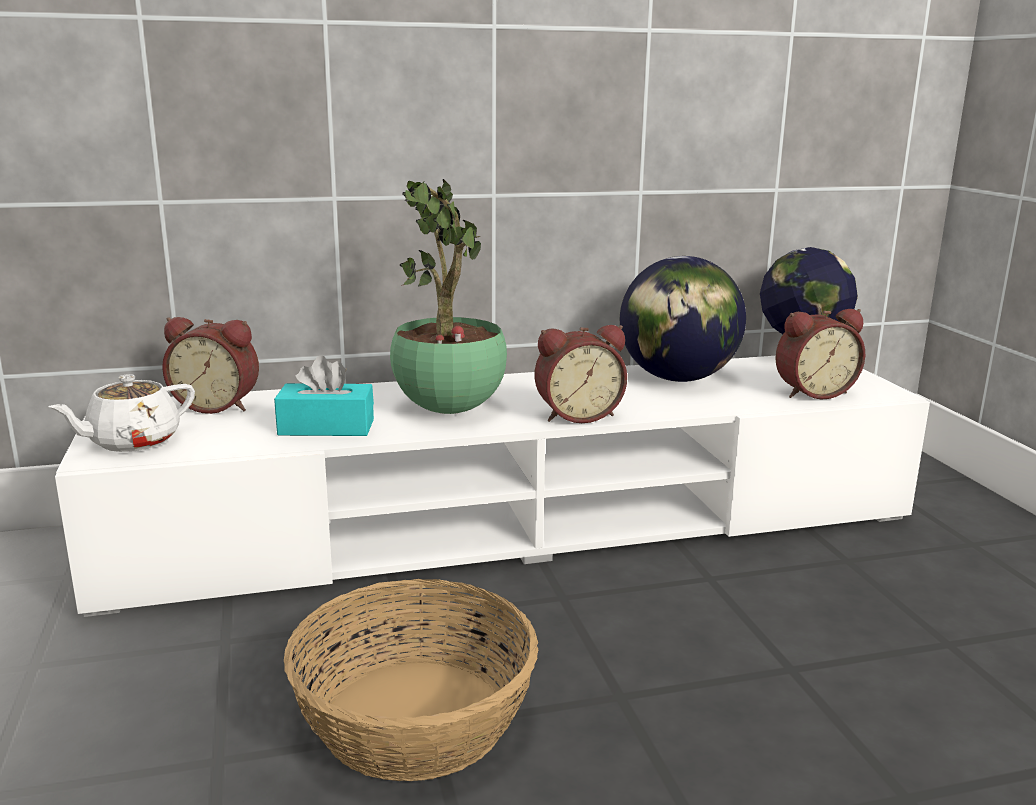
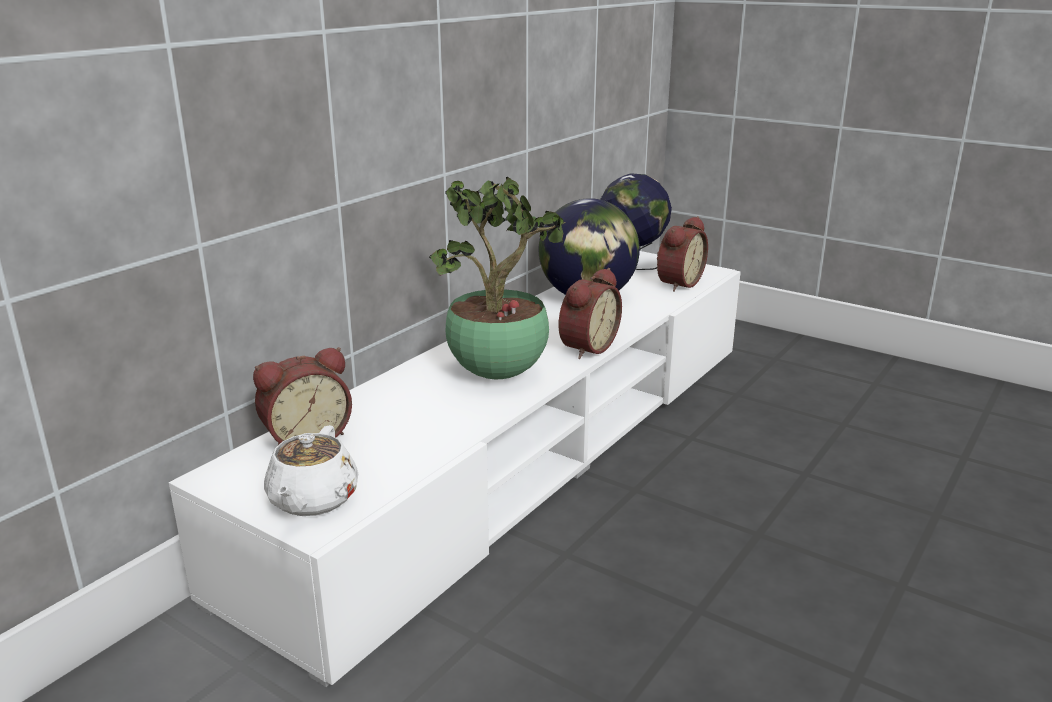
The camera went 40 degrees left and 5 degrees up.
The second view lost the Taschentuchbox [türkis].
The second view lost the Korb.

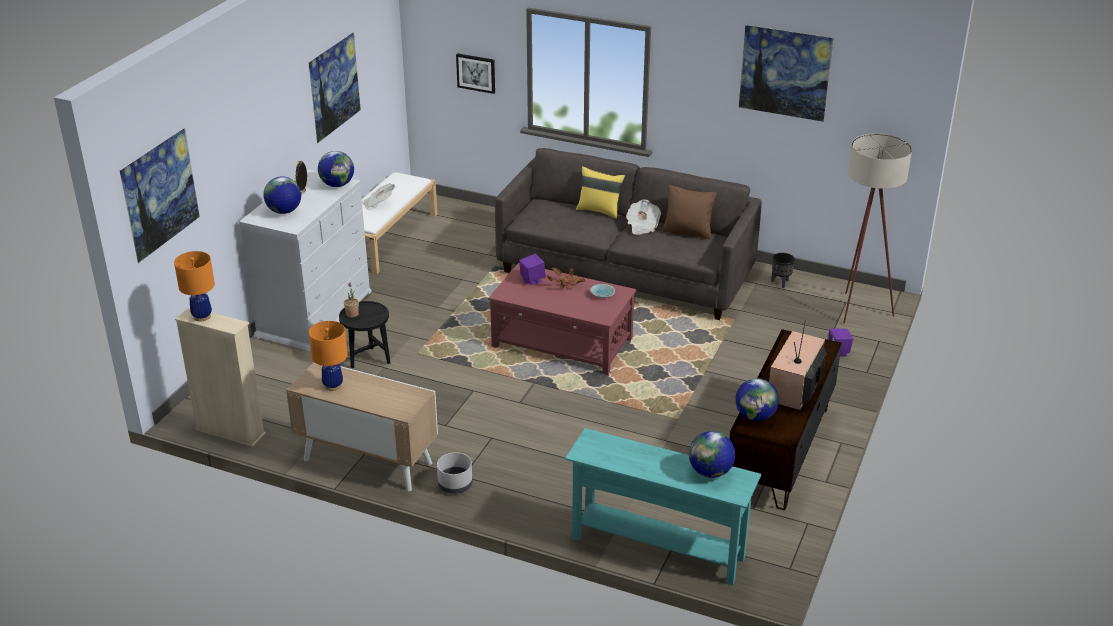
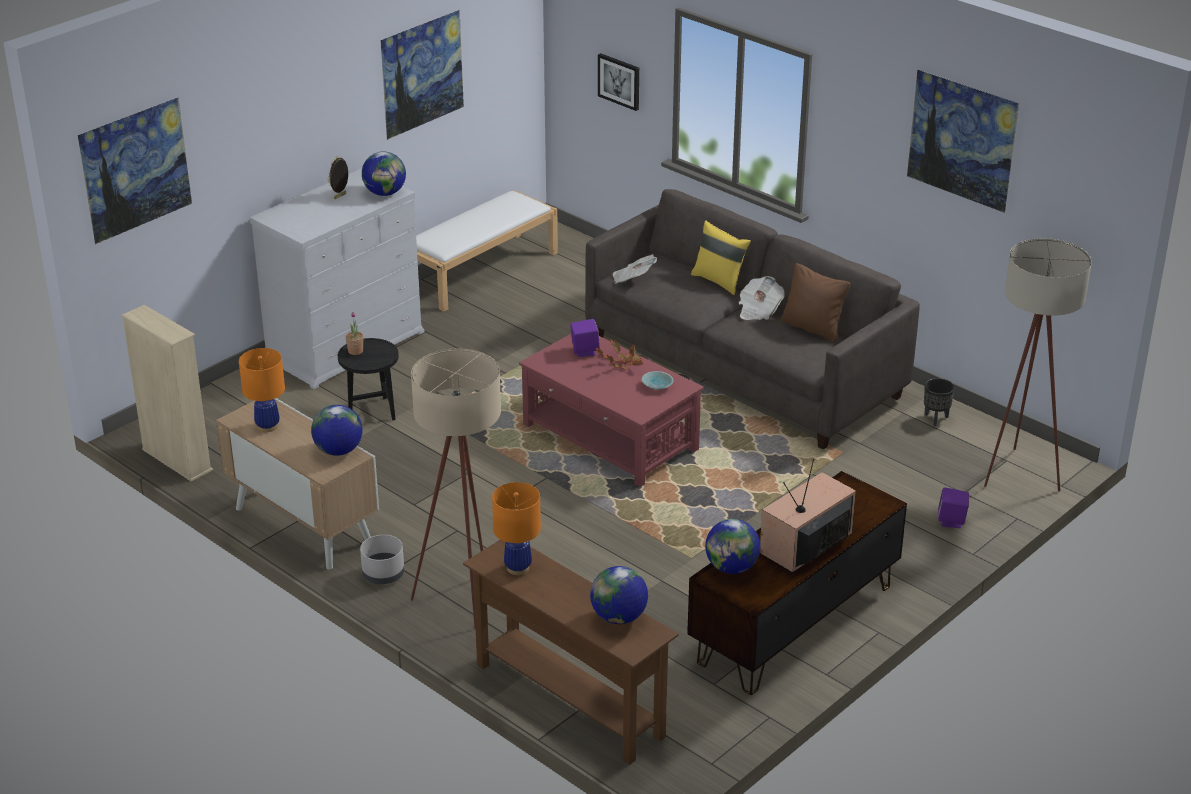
The camera went 20 degrees right and 0 degrees up.
The second view gained the Stehlampe [beige] (no. 1 from left).
The Tischlampe [orange] (no. 1 from left in the first image) ended up elsewhere.
The Globus (no. 1 from left) ended up elsewhere.
The Zeitung (no. 1 from left) ended up elsewhere.
What was the Konsolentisch [türkis] turned into the Konsolentisch [braun].

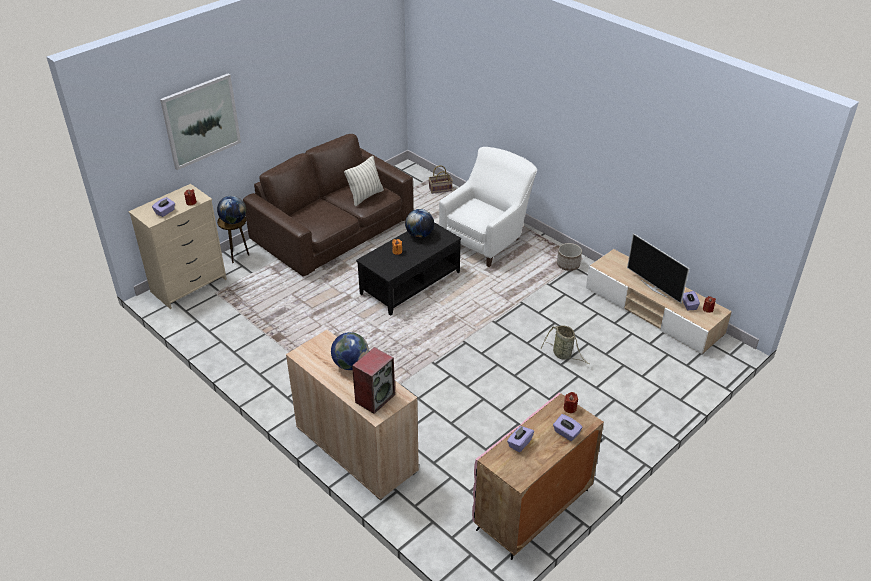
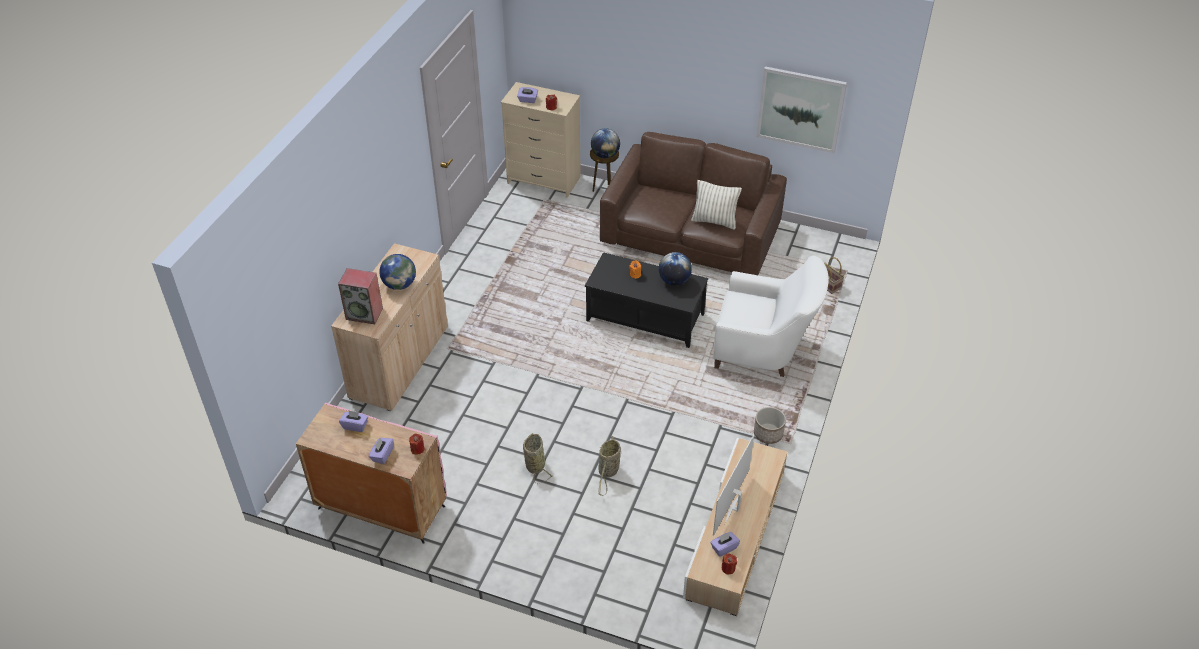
The camera went 65 degrees right and 5 degrees up.
The second view gained the Korb (no. 1 from left).
The Bild ended up elsewhere.

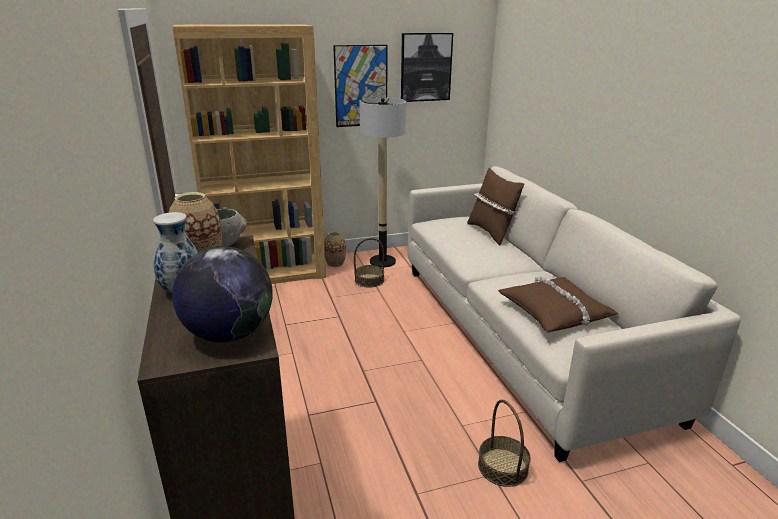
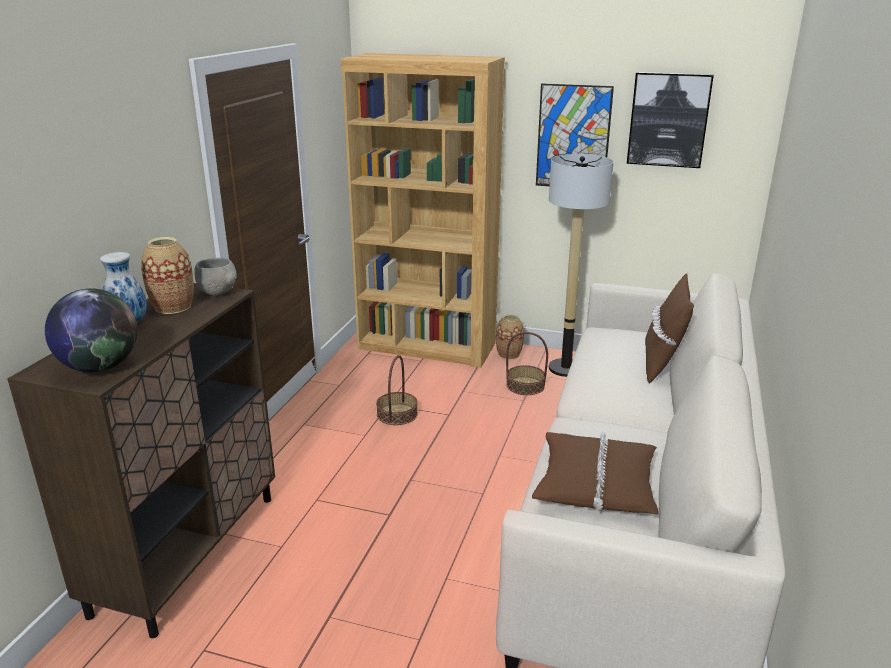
The camera went 35 degrees right and 0 degrees up.
The Korb (no. 2 from left in the first image) ended up elsewhere.

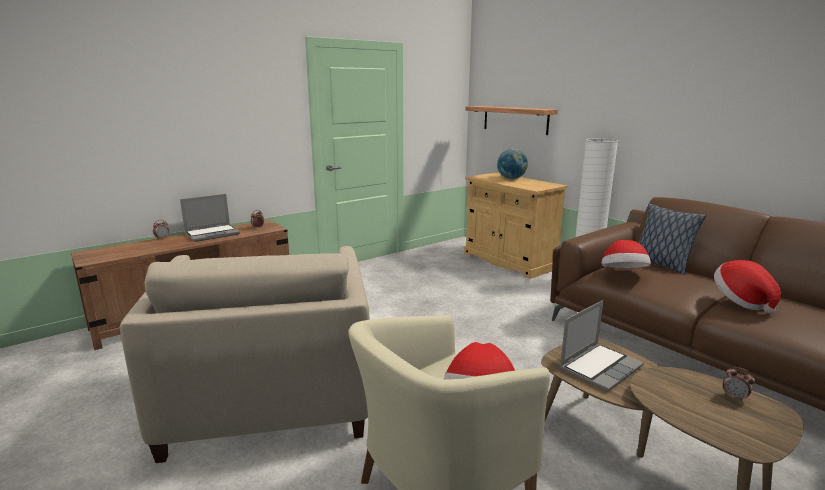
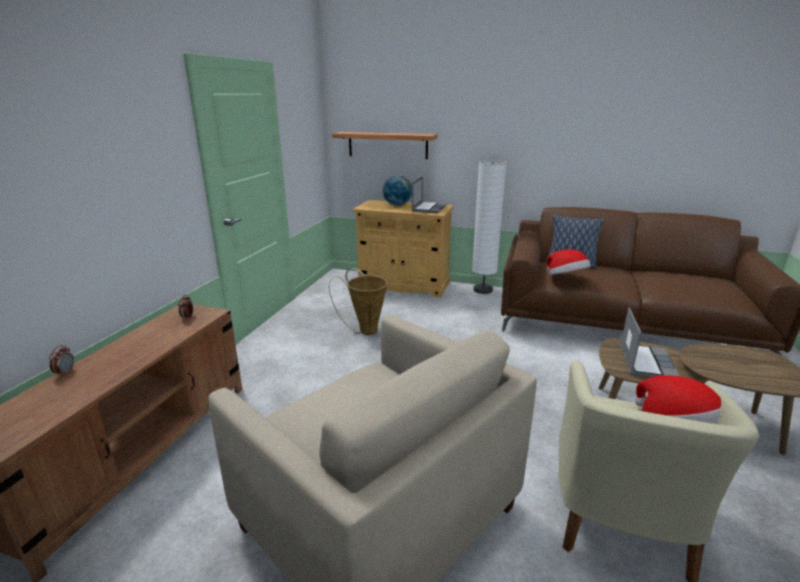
The camera went 35 degrees left and 5 degrees up.
The second view lost the Hut (no. 3 from left).
The second view lost the Wecker (no. 3 from left).
The second view gained the Korb.
The Laptop (no. 1 from left) ended up elsewhere.

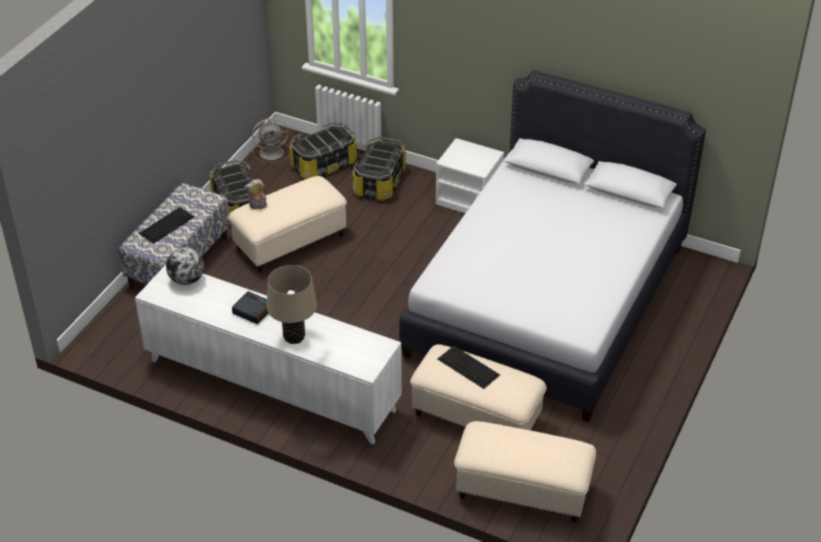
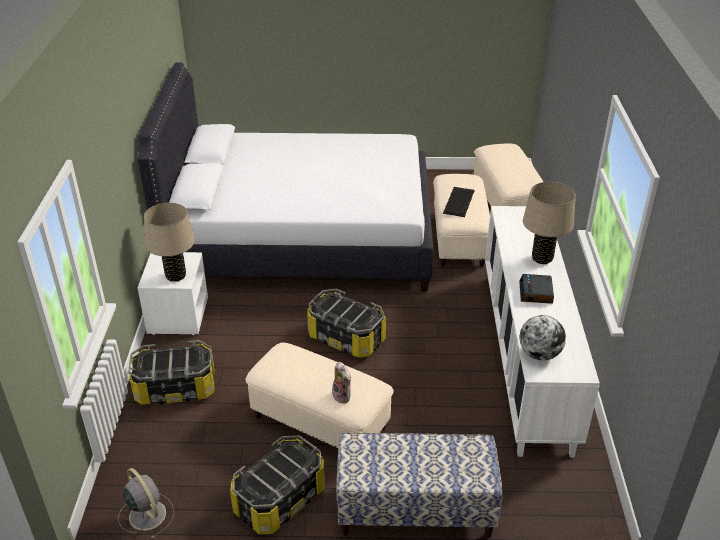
The camera went 115 degrees left and 5 degrees down.
The second view lost the Tastatur (no. 1 from left).
The second view gained the Tischlampe [beige] (no. 1 from left).
The Aufbewahrungsbox (no. 2 from left in the first image) ended up elsewhere.

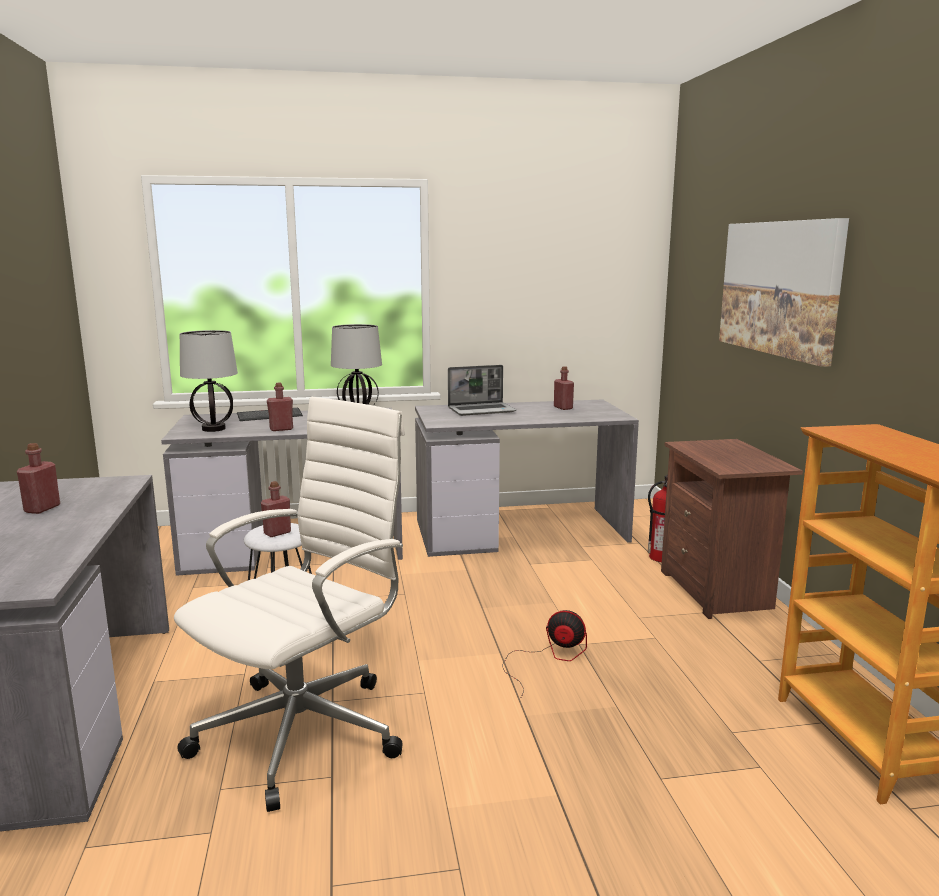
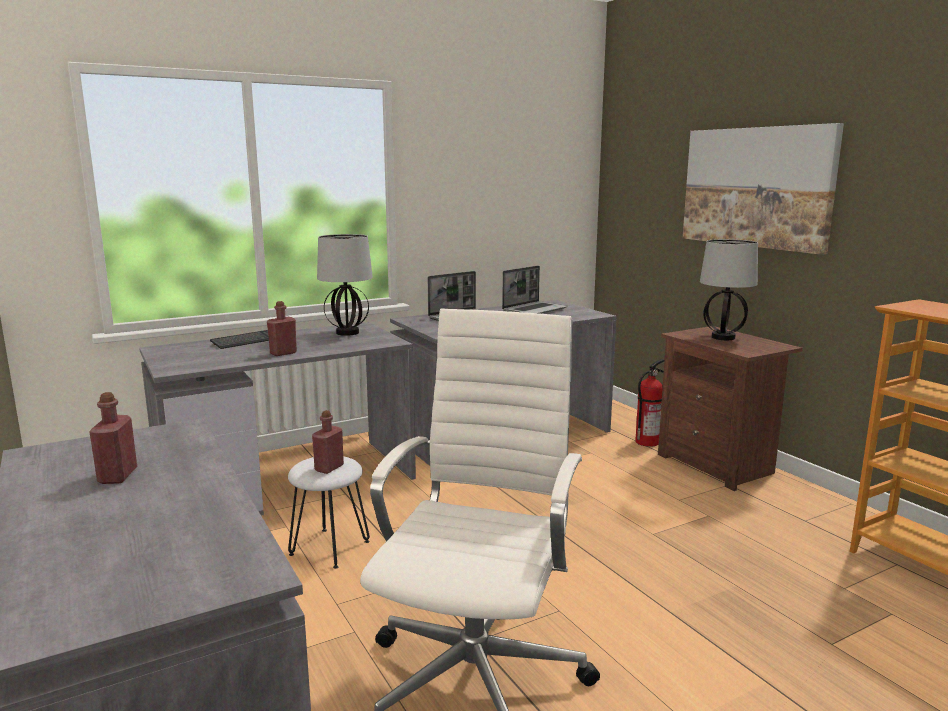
The camera went 20 degrees left and 0 degrees up.
The second view lost the Ventilator.
The Tischlampe (no. 1 from left in the first image) ended up elsewhere.
Where the Flasche [rot] (no. 4 from left) stood, the Laptop (no. 2 from left) came to stand.

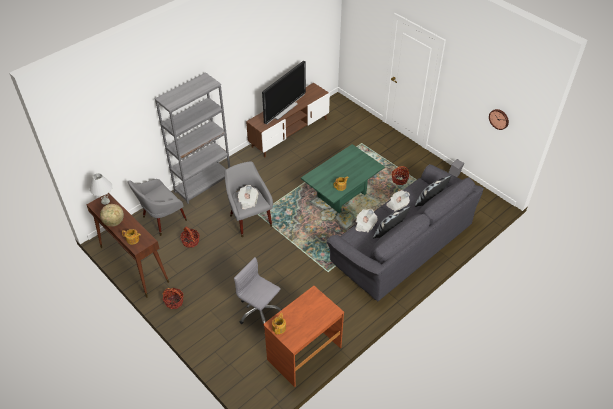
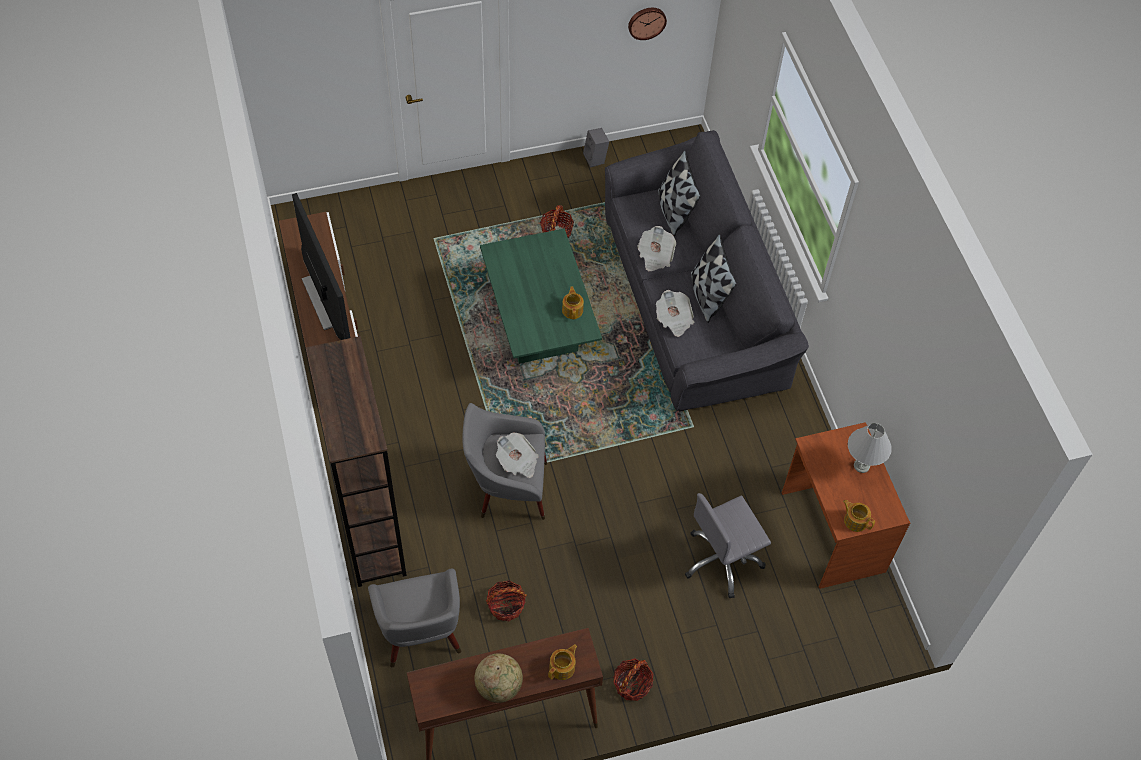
The camera went 65 degrees left and 10 degrees up.
The Tischlampe [weiß] ended up elsewhere.
What was the Bücherregal [grau] turned into the Bücherregal [braun].

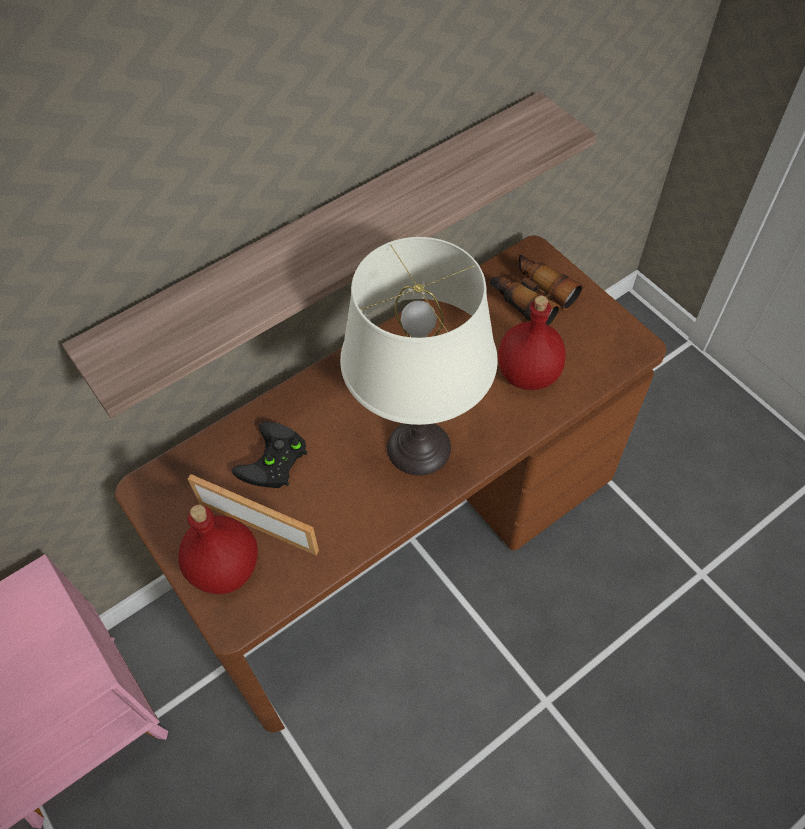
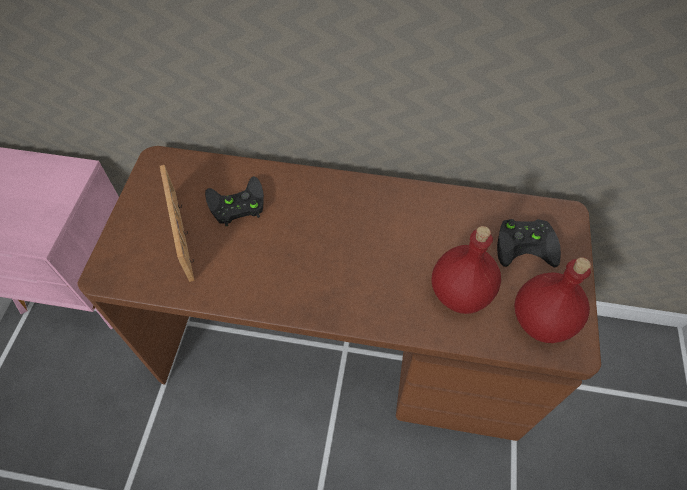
The camera went 45 degrees right and 0 degrees up.
The second view lost the Wandregal.
The second view lost the Tischlampe [weiß].
The Flasche [rot] (no. 1 from left in the first image) ended up elsewhere.
Where the Fernglas stood, the Gamepad [schwarz] (no. 2 from left) came to stand.

